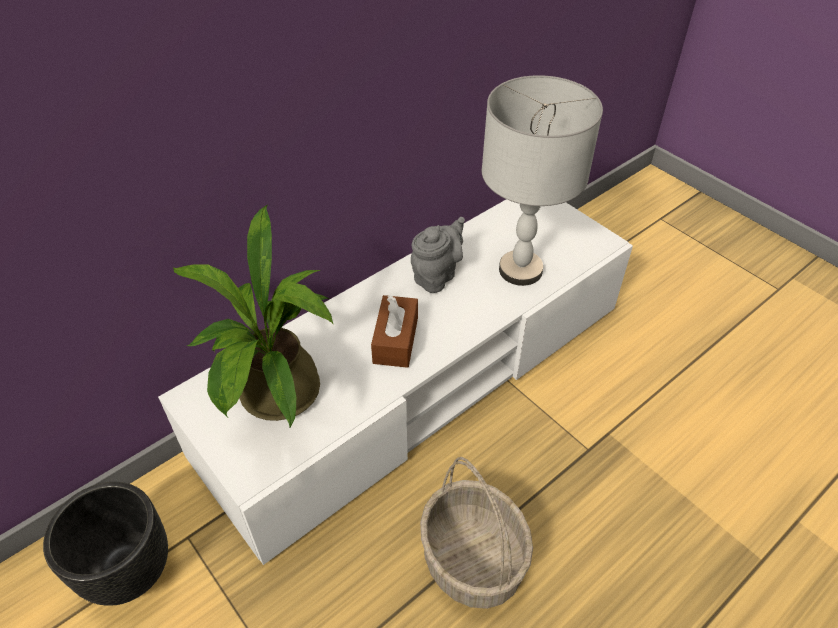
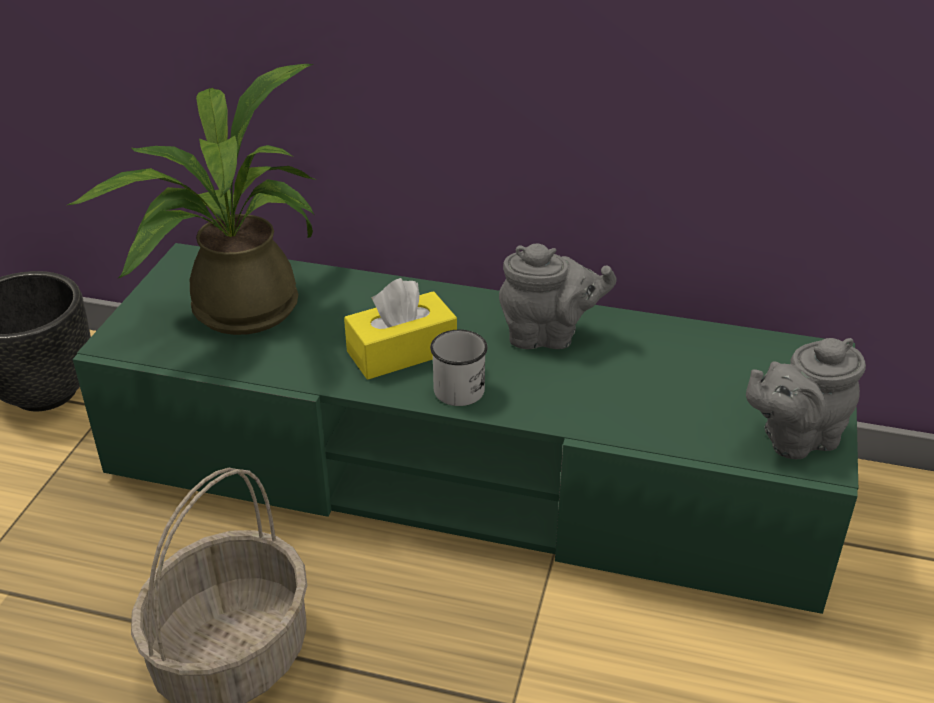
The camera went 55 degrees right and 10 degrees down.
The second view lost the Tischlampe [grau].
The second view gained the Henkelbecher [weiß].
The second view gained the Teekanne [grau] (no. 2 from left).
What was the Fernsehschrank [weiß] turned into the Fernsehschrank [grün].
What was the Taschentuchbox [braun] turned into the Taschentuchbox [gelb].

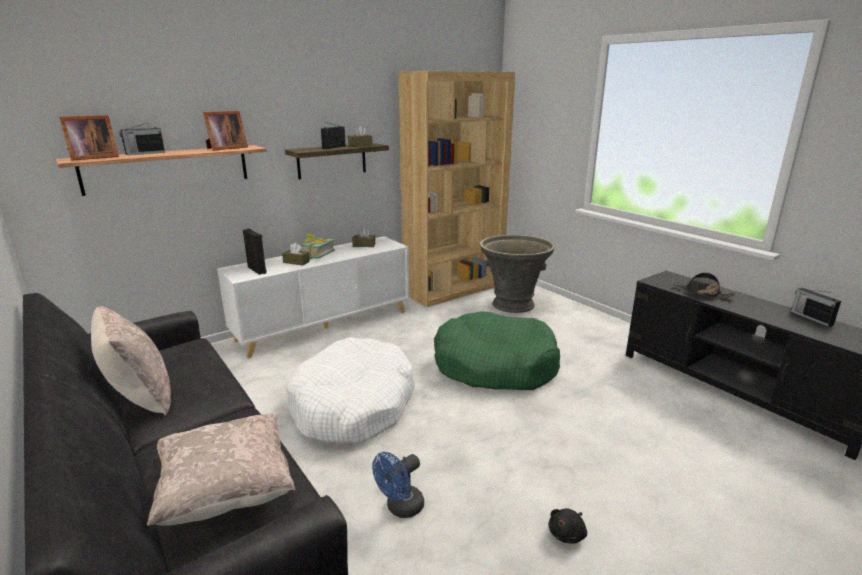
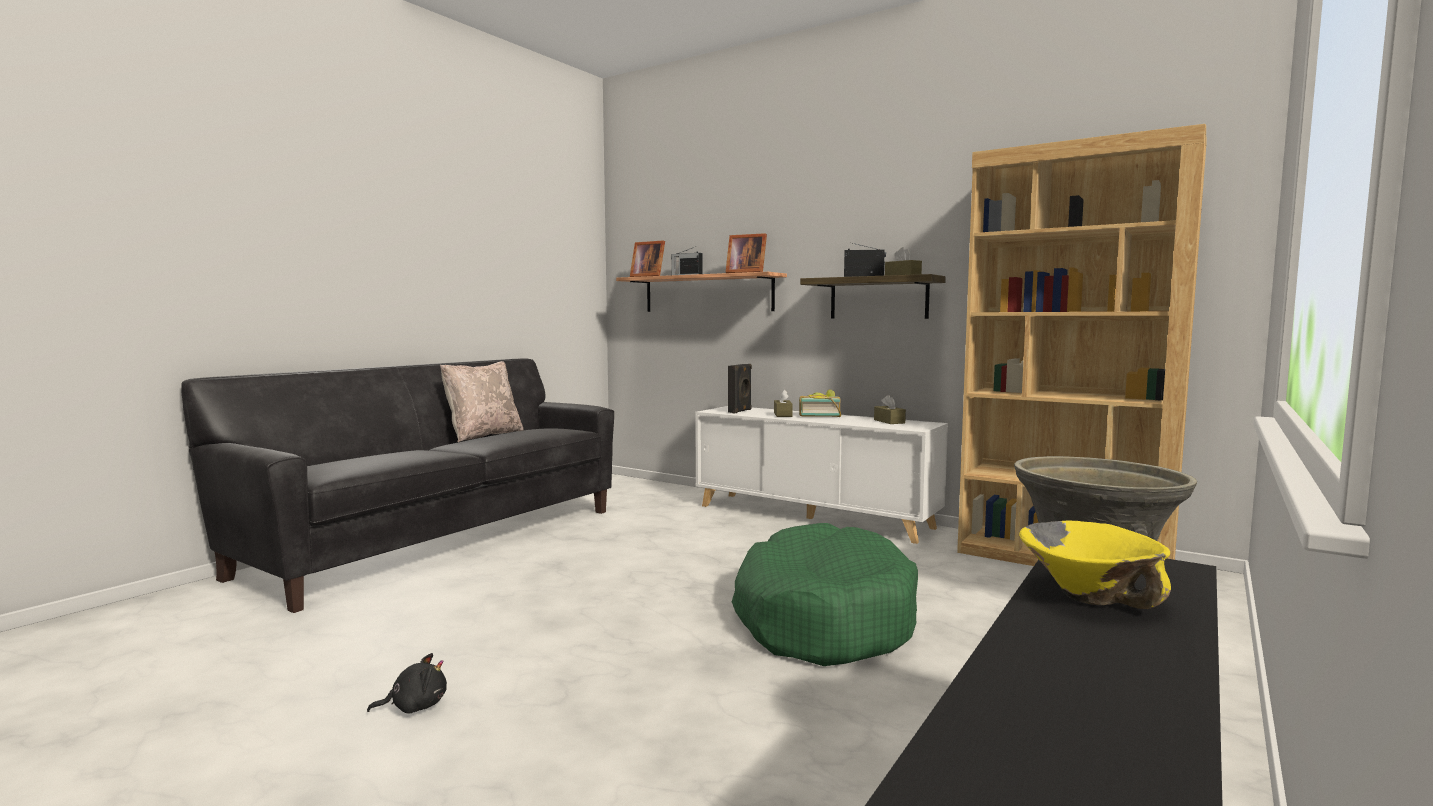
The camera went 70 degrees right and 15 degrees down.
The second view lost the Kissen [beige] (no. 2 from left).
The second view lost the Hundebett [weiß].
The second view lost the Ventilator [blau].
The second view lost the Radio (no. 3 from left).
Where the Hut [schwarz] stood, the Schüssel [gelb] came to stand.
The Plüschtier [schwarz] ended up facing another way, 135 degrees clockwise from before.

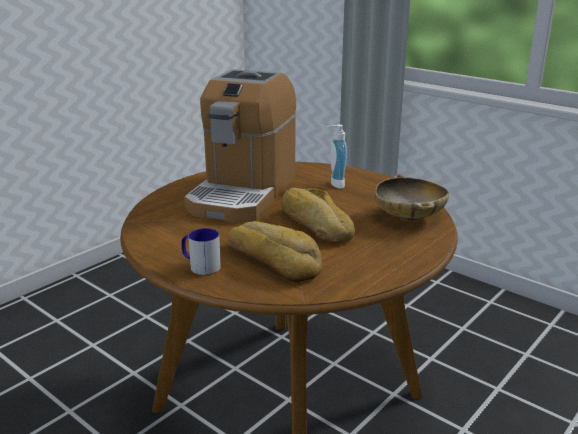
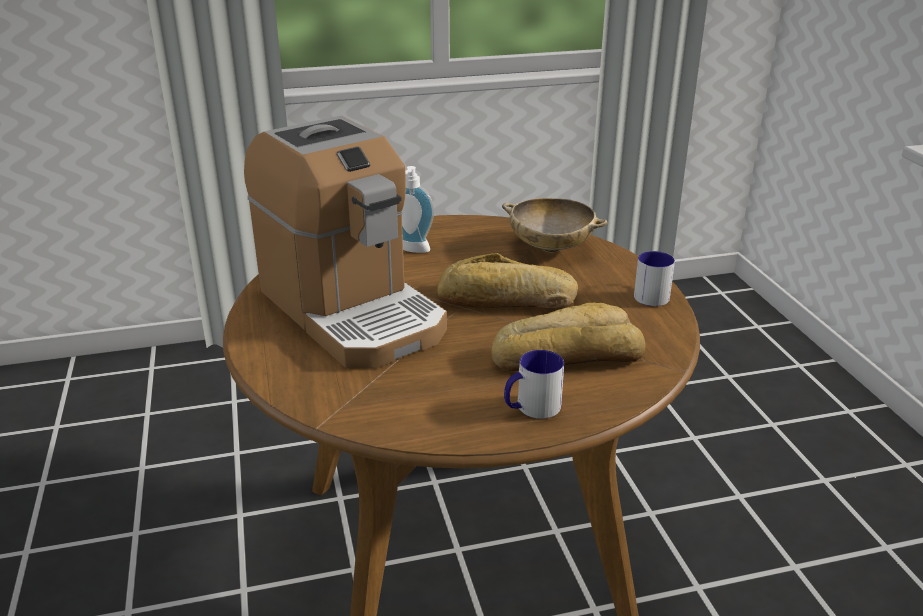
The camera went 55 degrees left and 5 degrees up.
The second view gained the Henkelbecher (no. 2 from left).

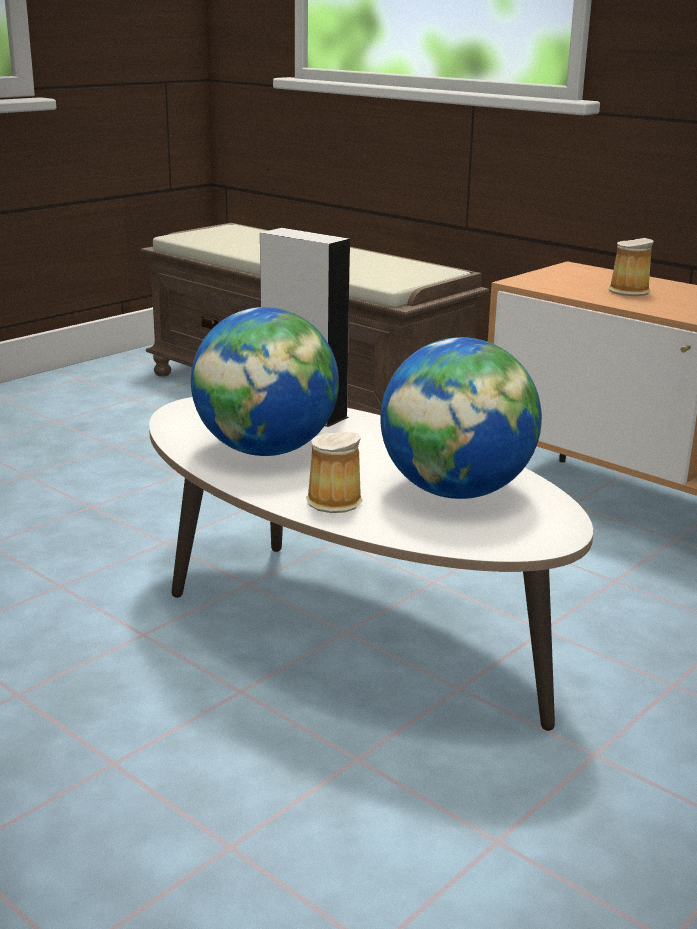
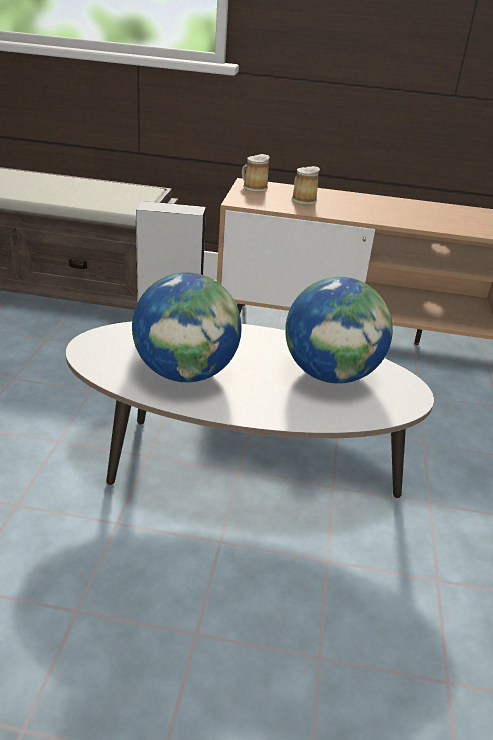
The camera went 35 degrees left and 10 degrees up.
The Henkelbecher (no. 1 from left) ended up elsewhere.

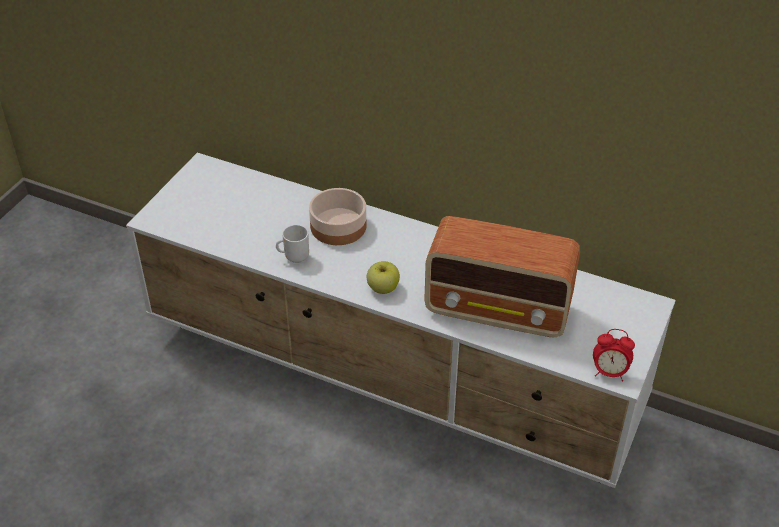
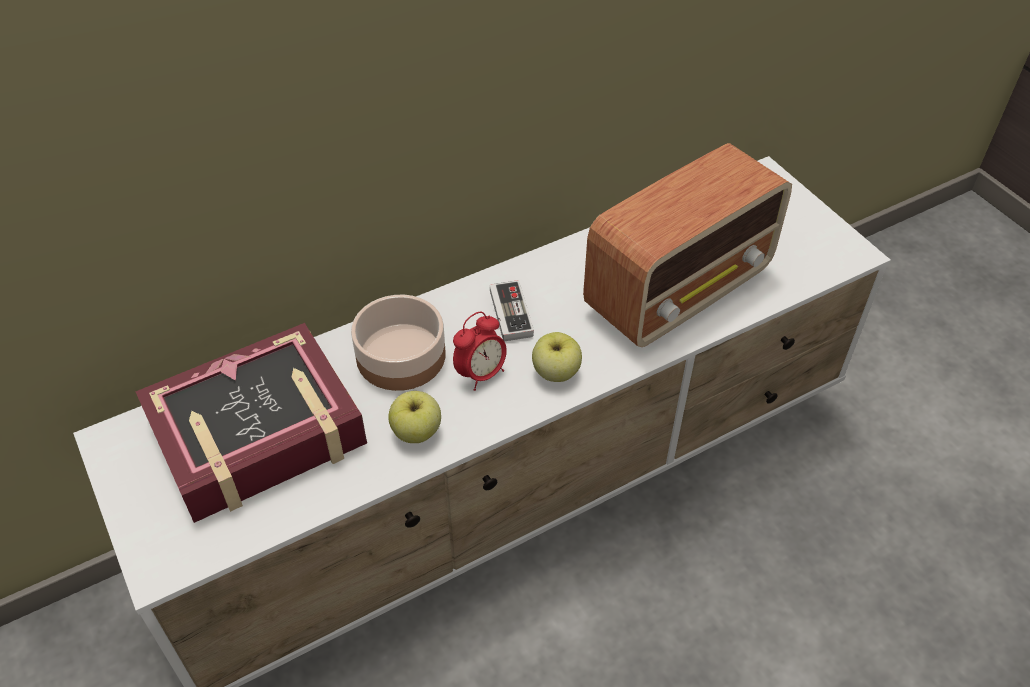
The camera went 55 degrees left and 5 degrees up.
The second view gained the Buch.
The second view gained the Gamepad.
The Wecker ended up elsewhere.
Where the Henkelbecher stood, the Apfel (no. 1 from left) came to stand.

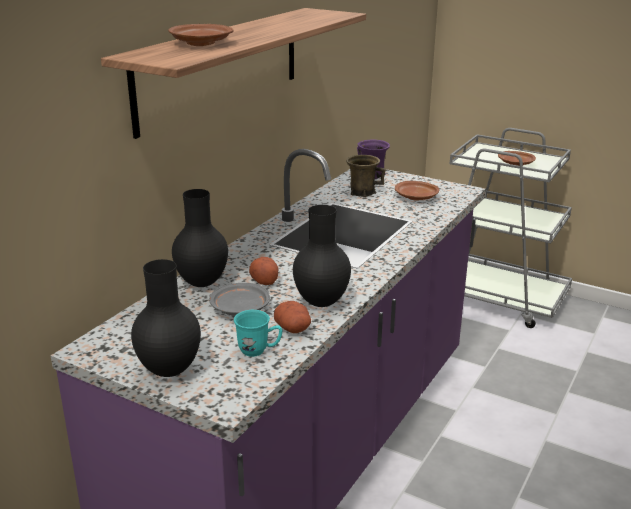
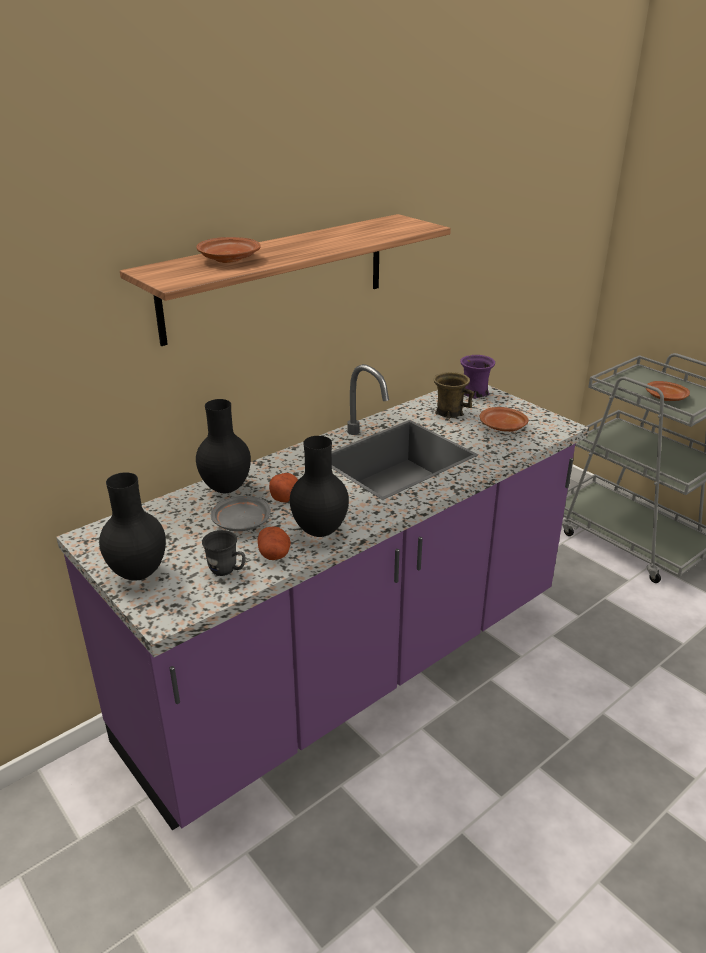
The camera went 20 degrees right and 5 degrees up.
What was the Henkelbecher [türkis] turned into the Henkelbecher [grau].

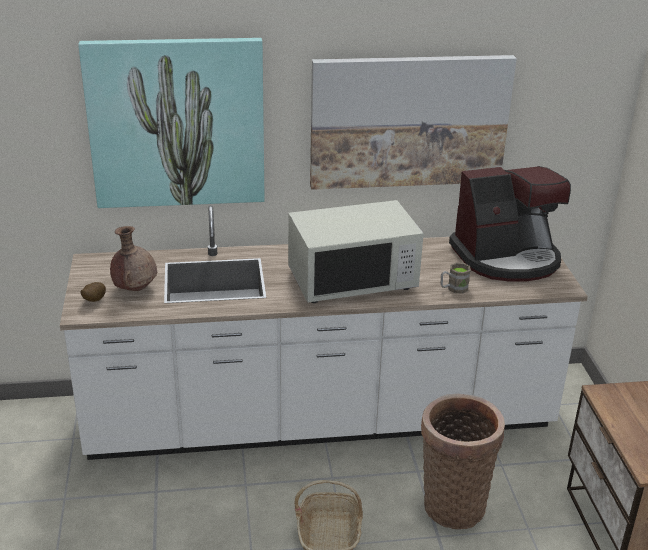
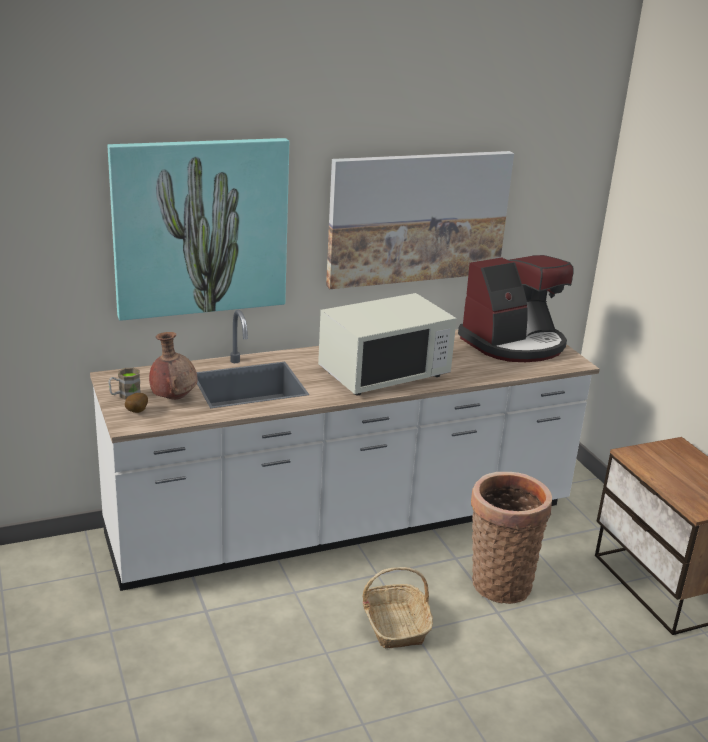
The camera went 15 degrees left and 5 degrees down.
The Henkelbecher [braun] ended up elsewhere.

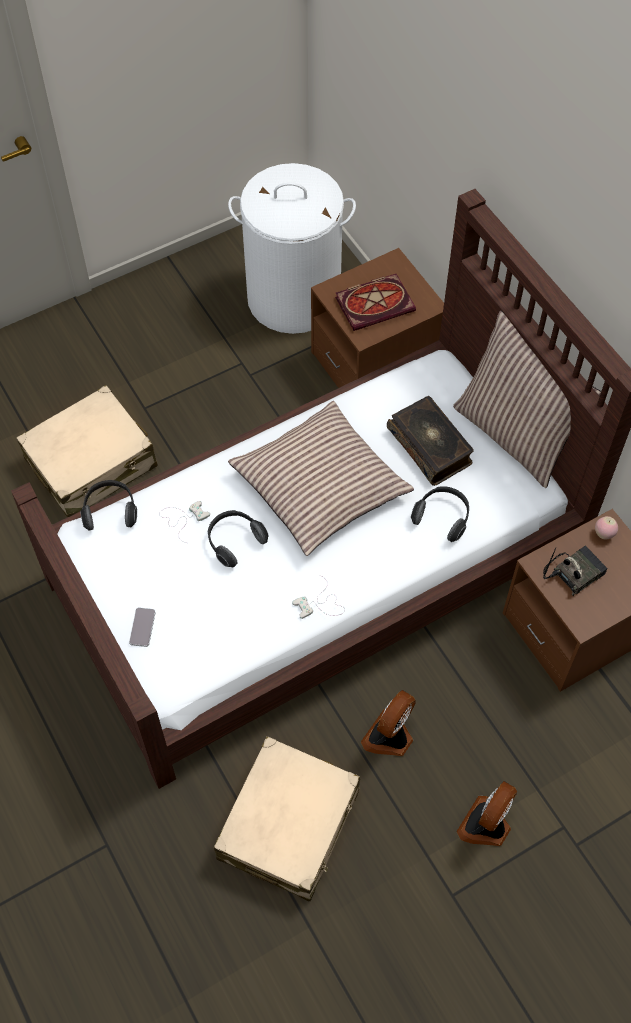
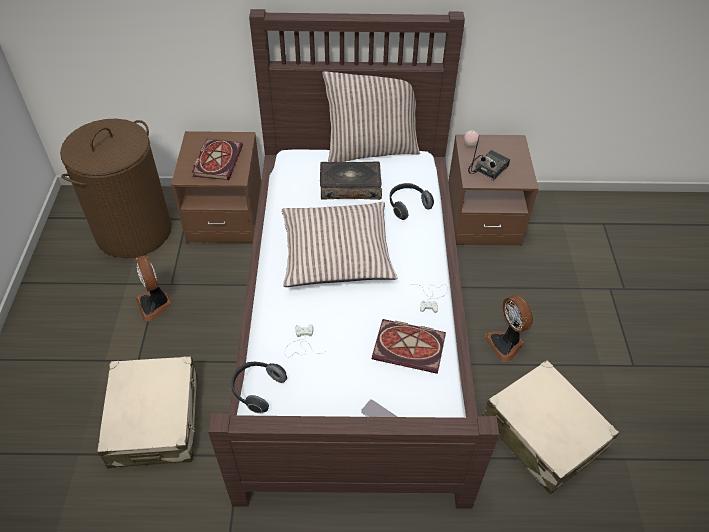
The camera went 60 degrees left and 10 degrees down.
The second view lost the Kopfhörer (no. 2 from left).
The second view gained the Buch (no. 3 from left).
The Ventilator (no. 2 from left in the first image) ended up elsewhere.
What was the Wäschekorb [weiß] turned into the Wäschekorb [braun].
The Radio ended up facing another way, 45 degrees clockwise from before.

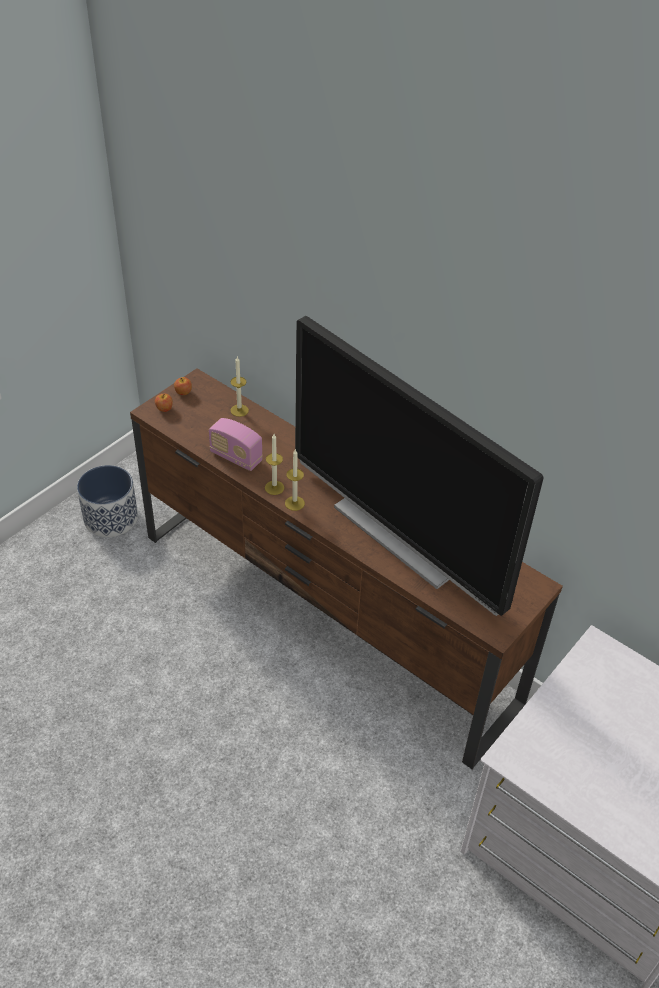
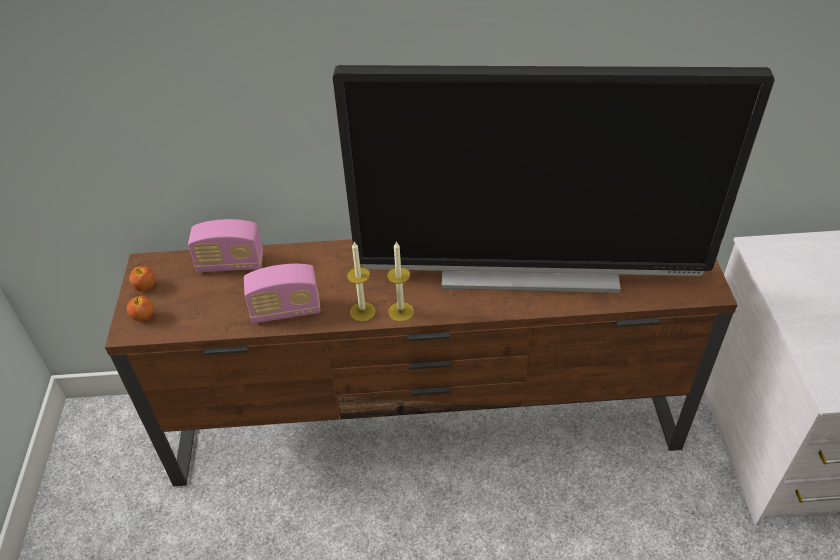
The camera went 40 degrees left and 0 degrees up.
The second view lost the Pflanzkübel.
Where the Kerze (no. 1 from left) stood, the Radio (no. 1 from left) came to stand.

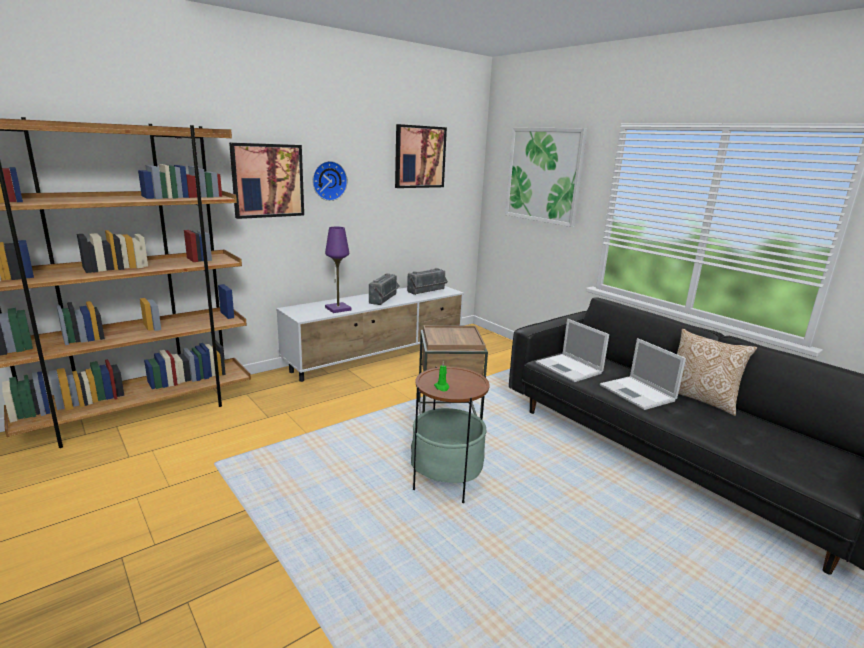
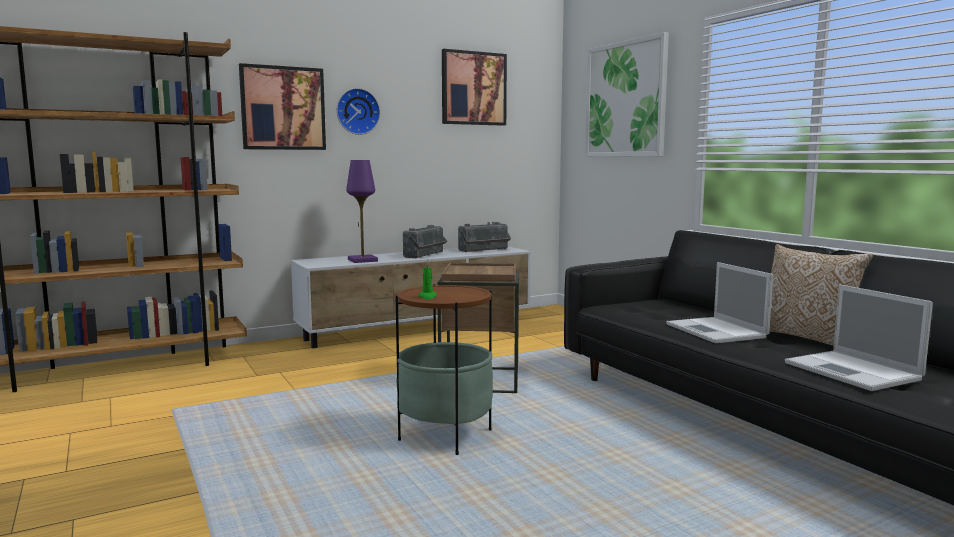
The camera went 10 degrees right and 10 degrees down.
The Laptop (no. 1 from left in the first image) ended up elsewhere.

